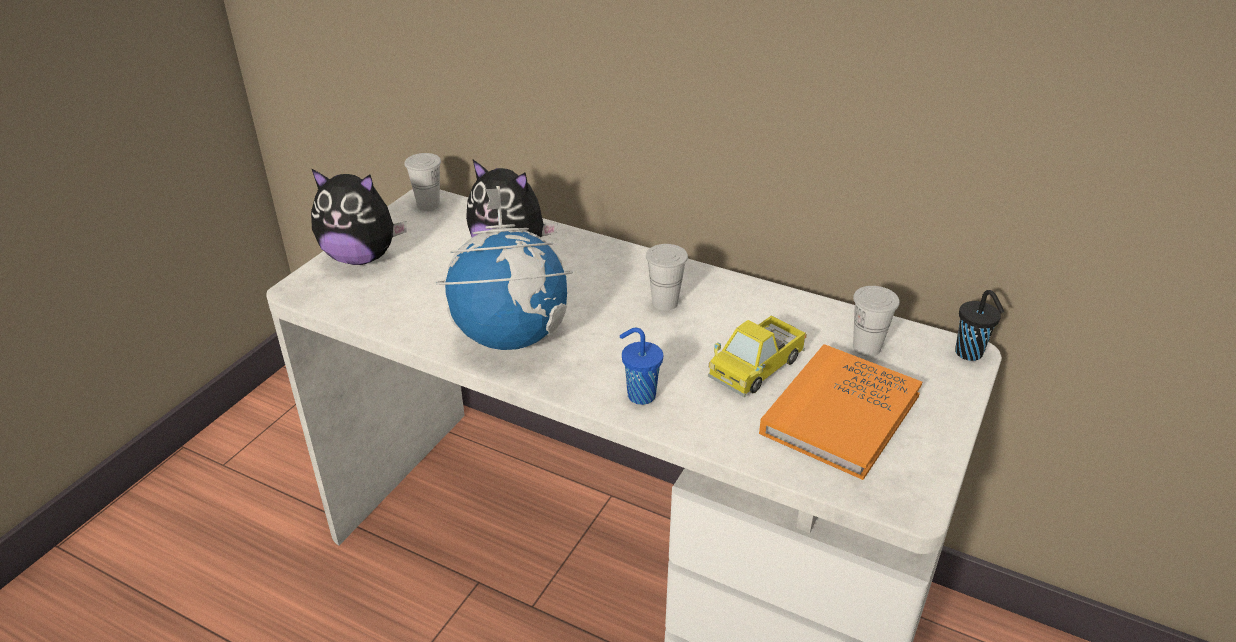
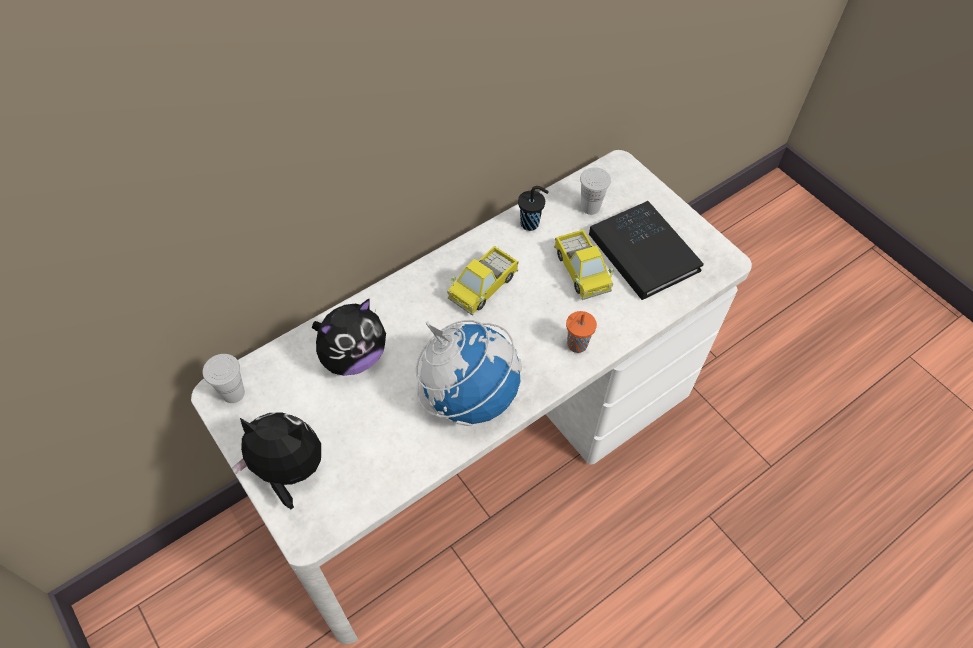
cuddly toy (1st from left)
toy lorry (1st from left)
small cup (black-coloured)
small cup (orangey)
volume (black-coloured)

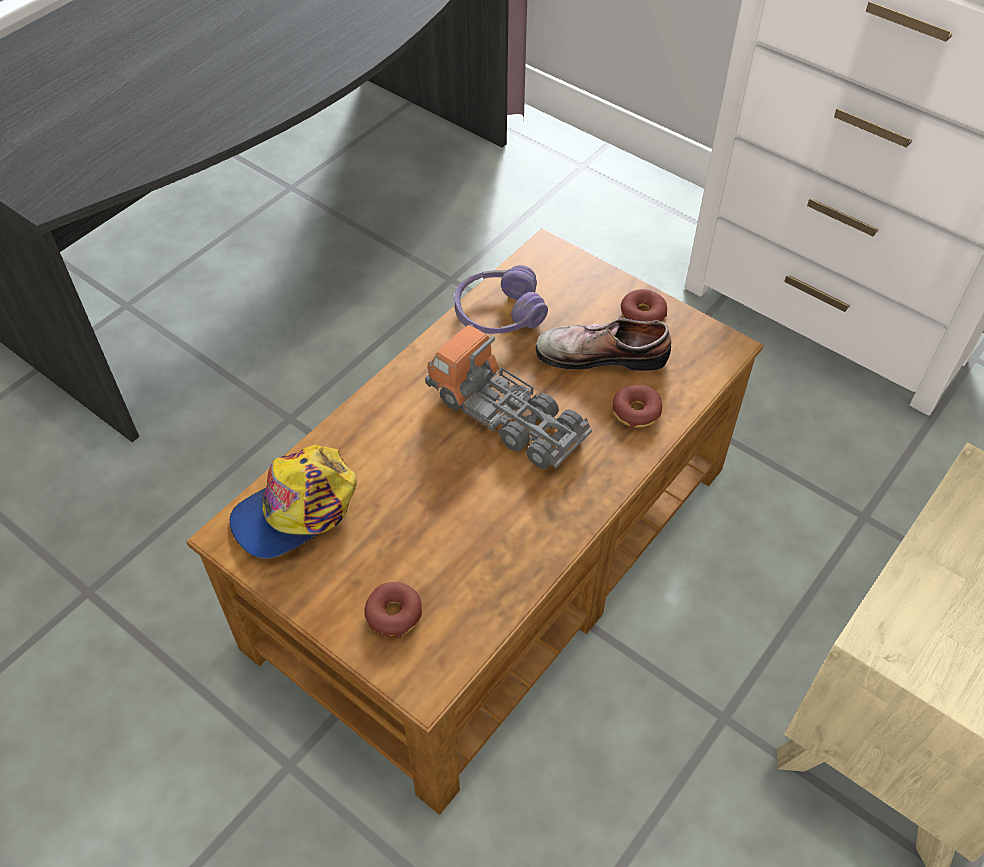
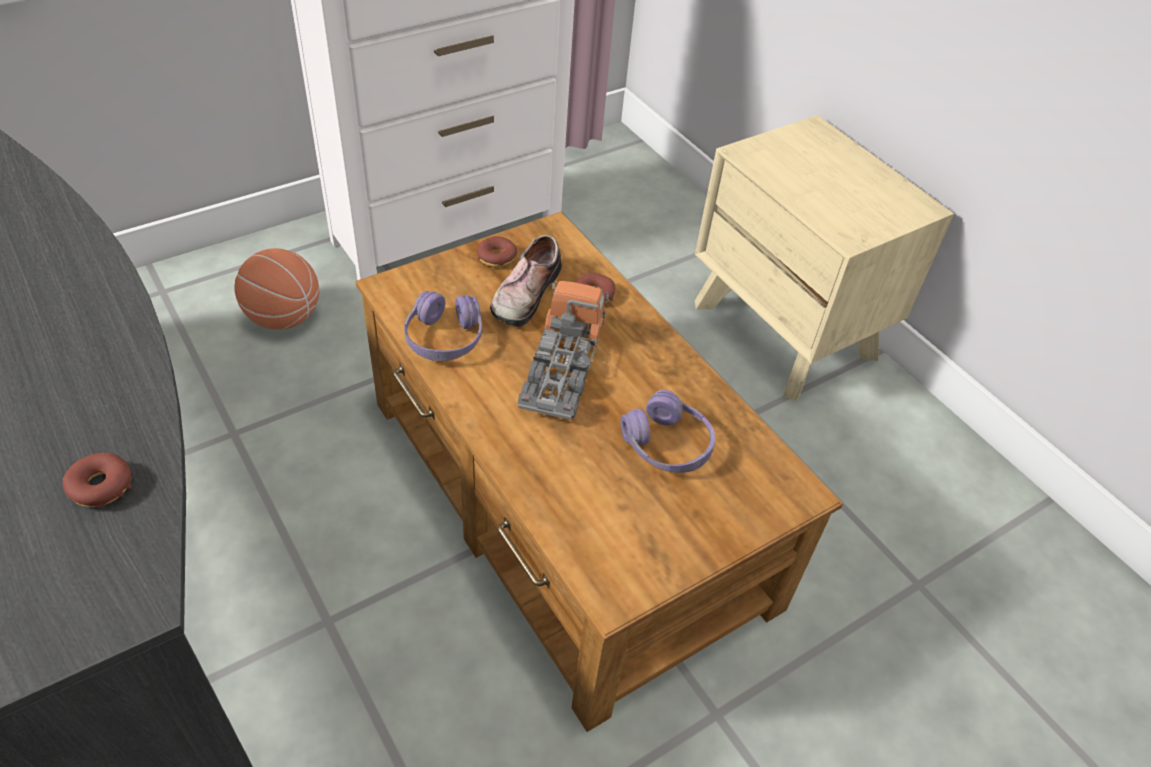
toy lorry
peaked cap
donut (1st from left)
basketball ball
headset (purplish) (2nd from left)

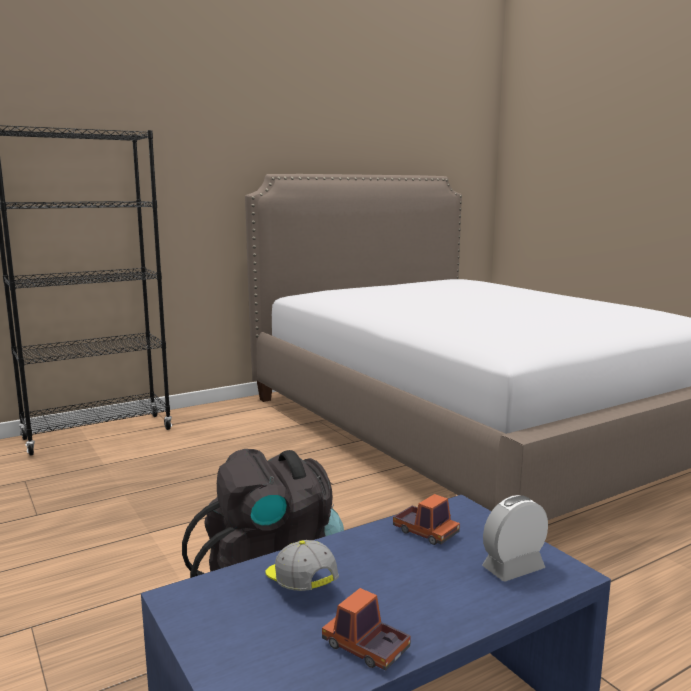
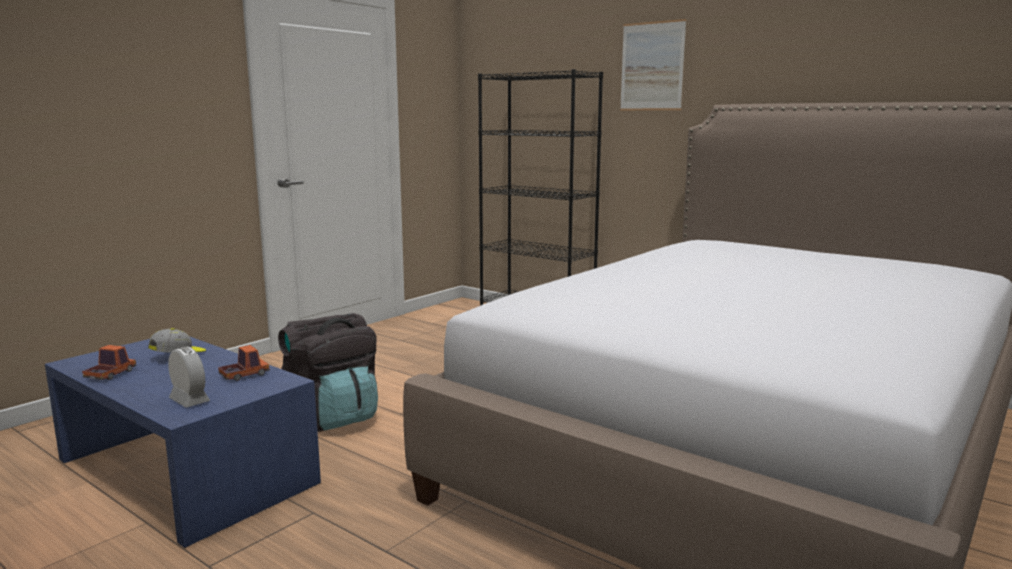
toy lorry (2nd from left)
picture

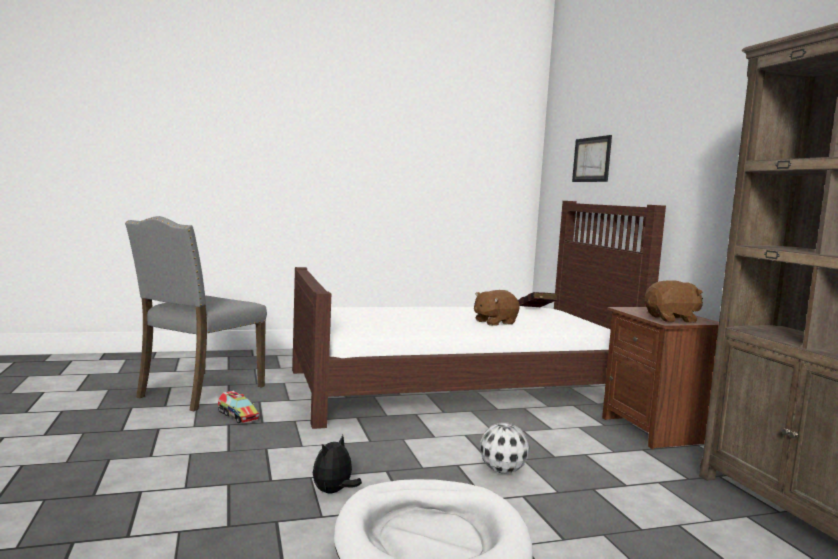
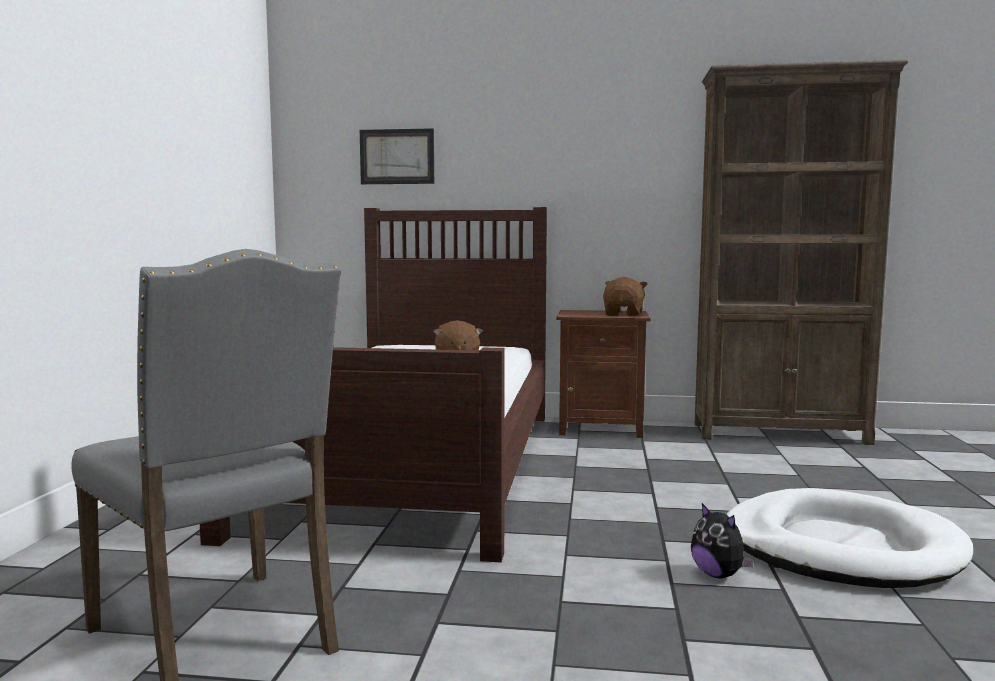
volume (red-coloured)
toy lorry
football ball

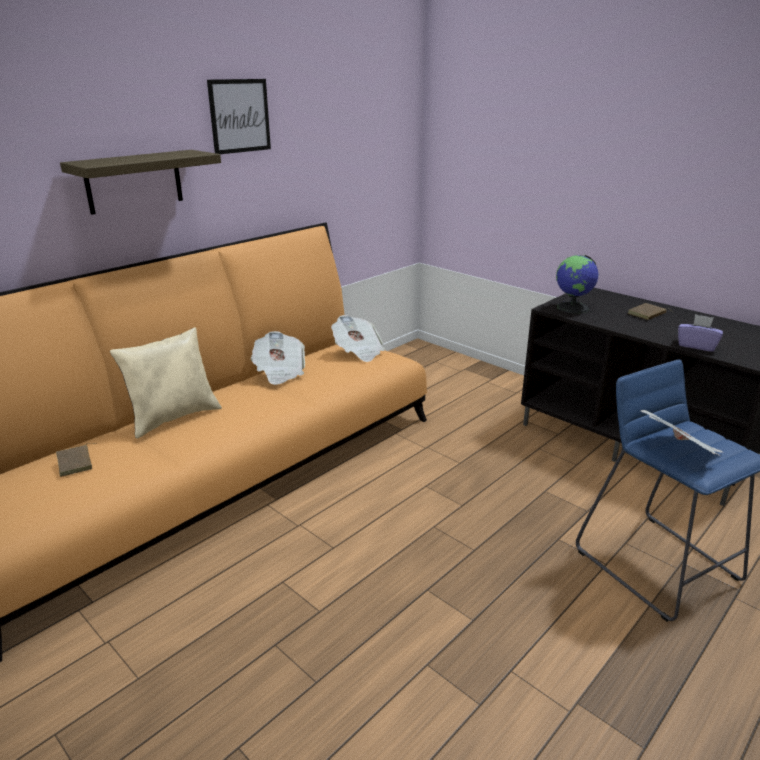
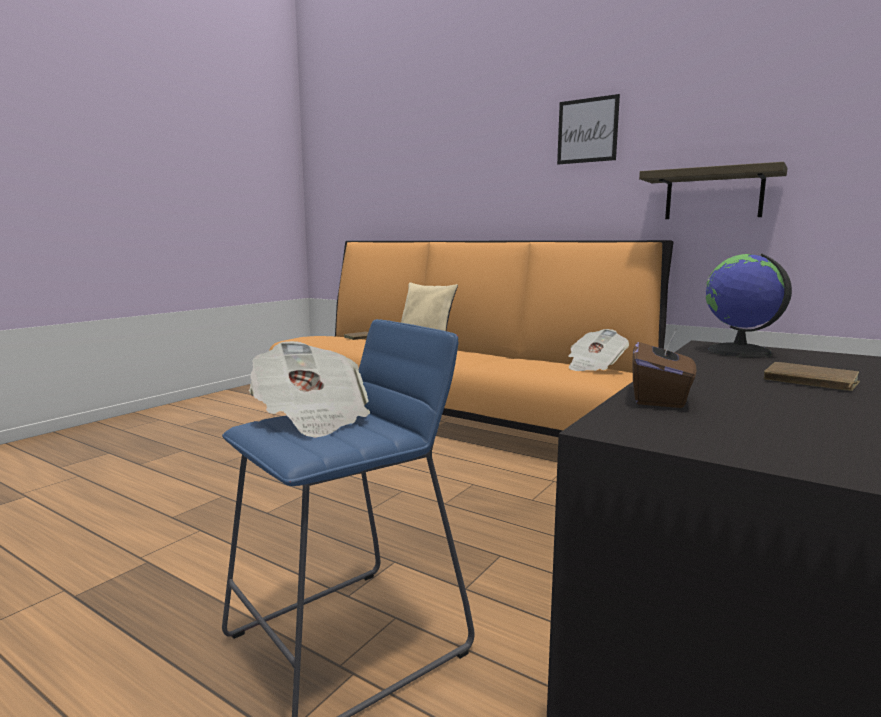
wall shelf
tissue holder (brownish)
printed paper (1st from left in the first image)

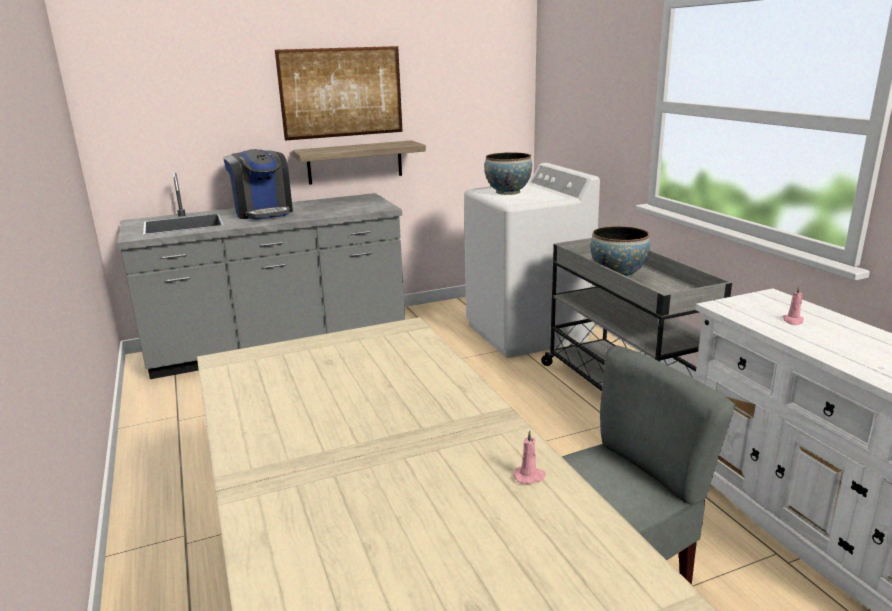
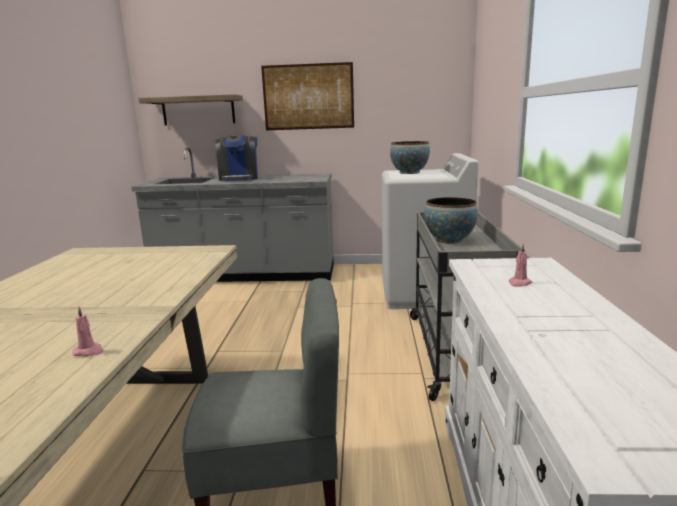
wall shelf

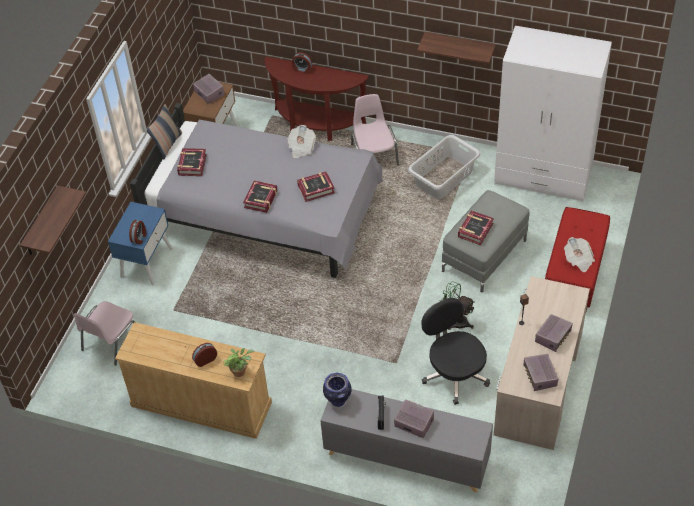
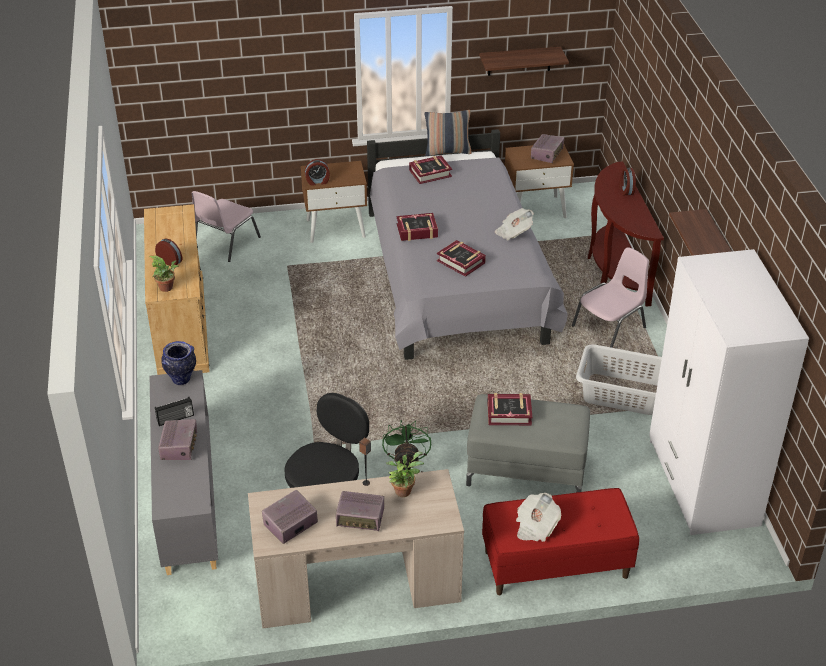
wall shelf (1st from left)
night table (brownish) (1st from left)
upright chair (pink-coloured) (1st from left)
plant in a pot (2nd from left)

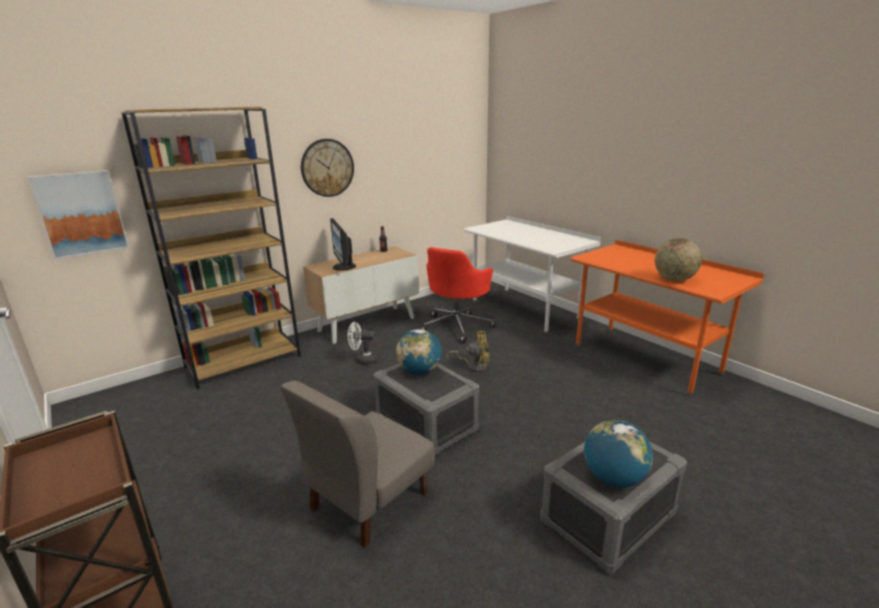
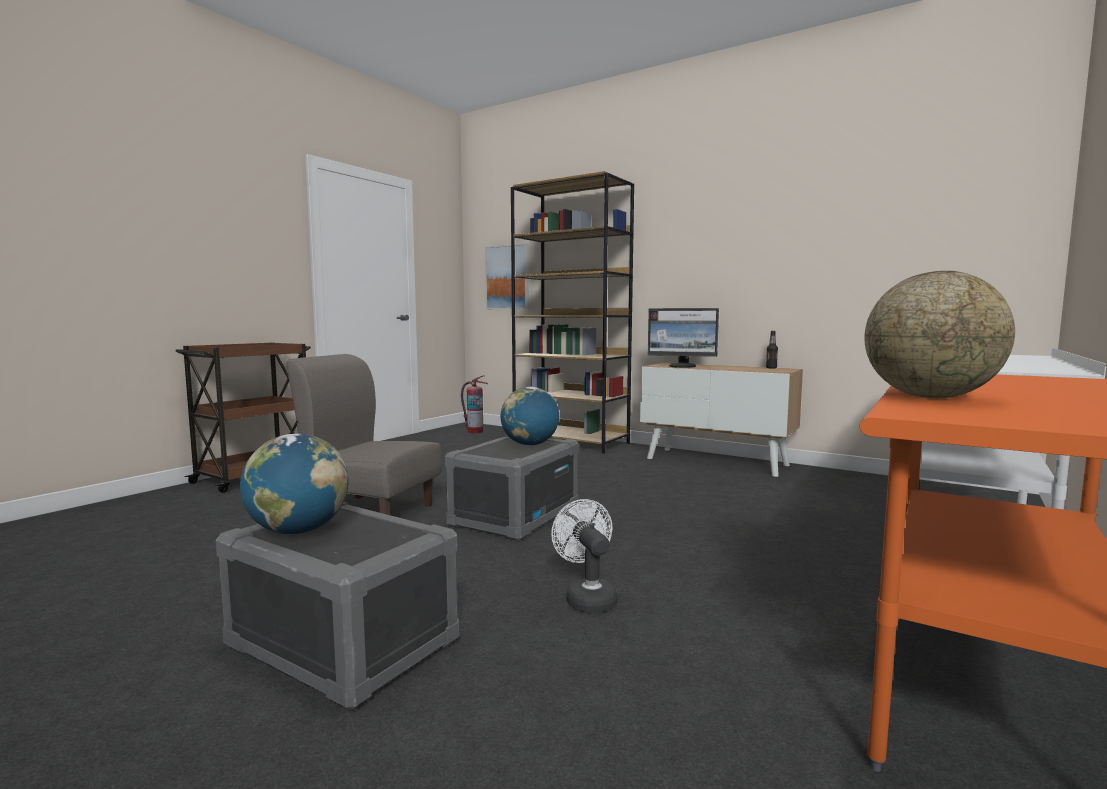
wall clock
computer screen
computer chair (red-coloured)
electric fan (white)
electric fan (yellowish)
extinguisher

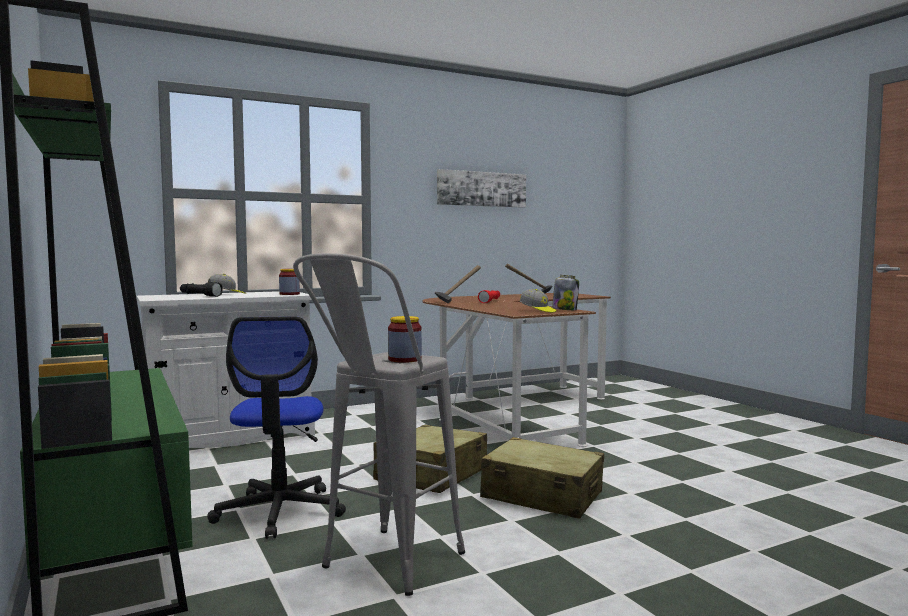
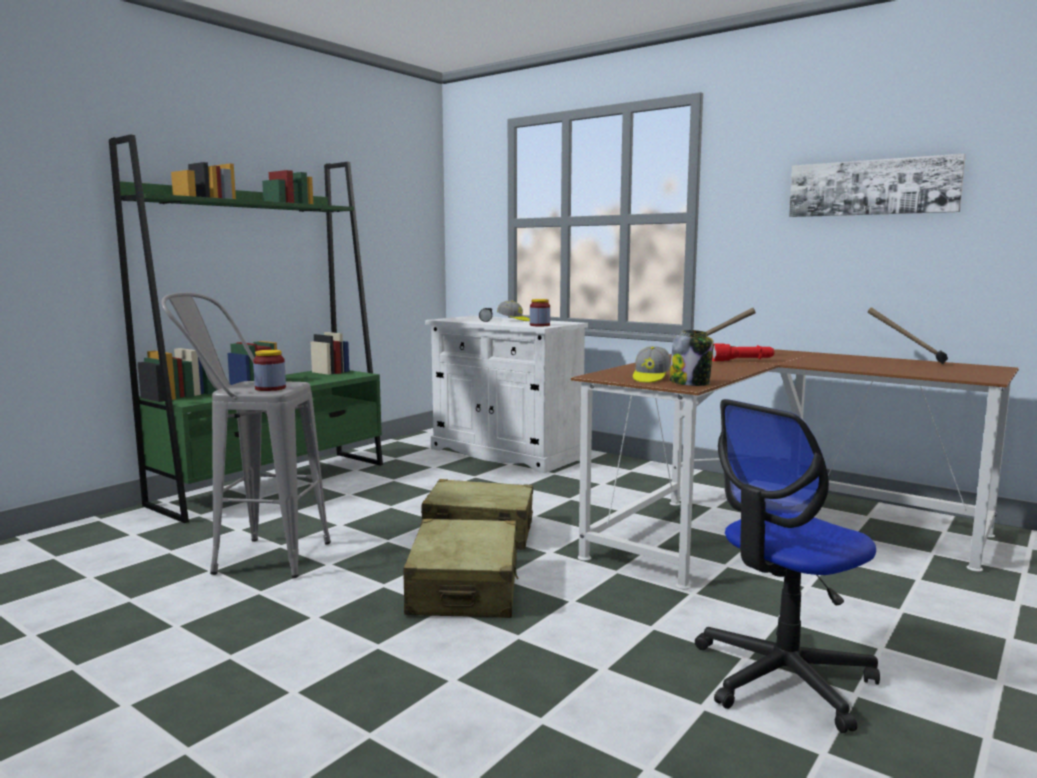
computer chair

